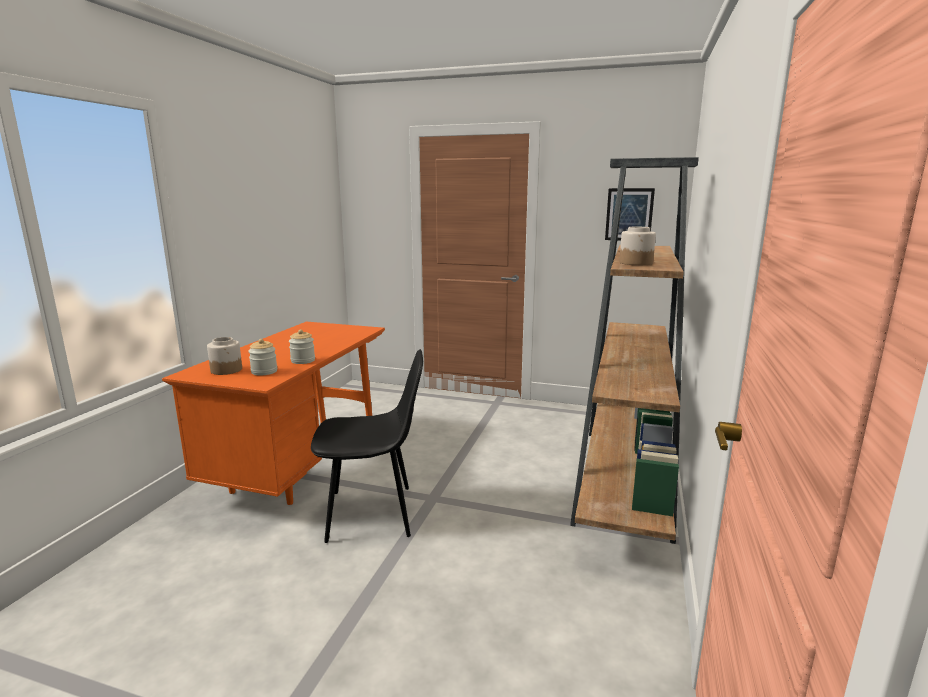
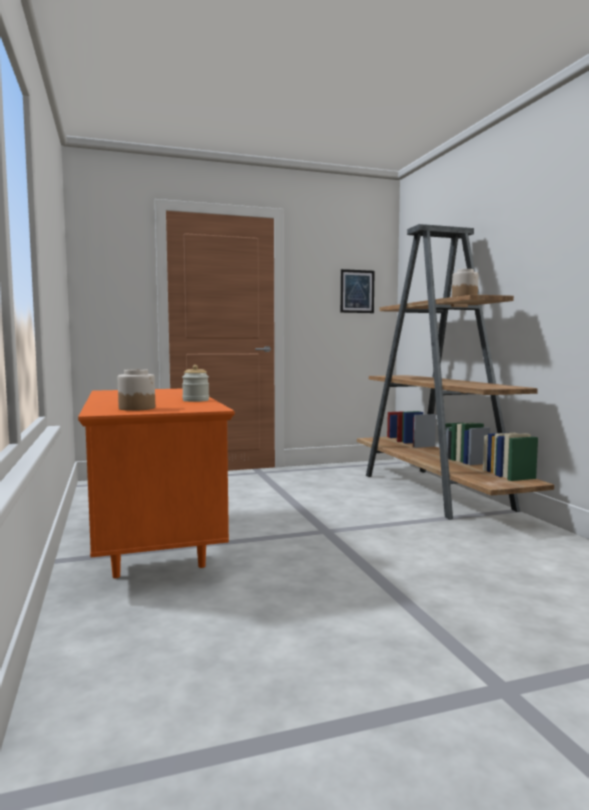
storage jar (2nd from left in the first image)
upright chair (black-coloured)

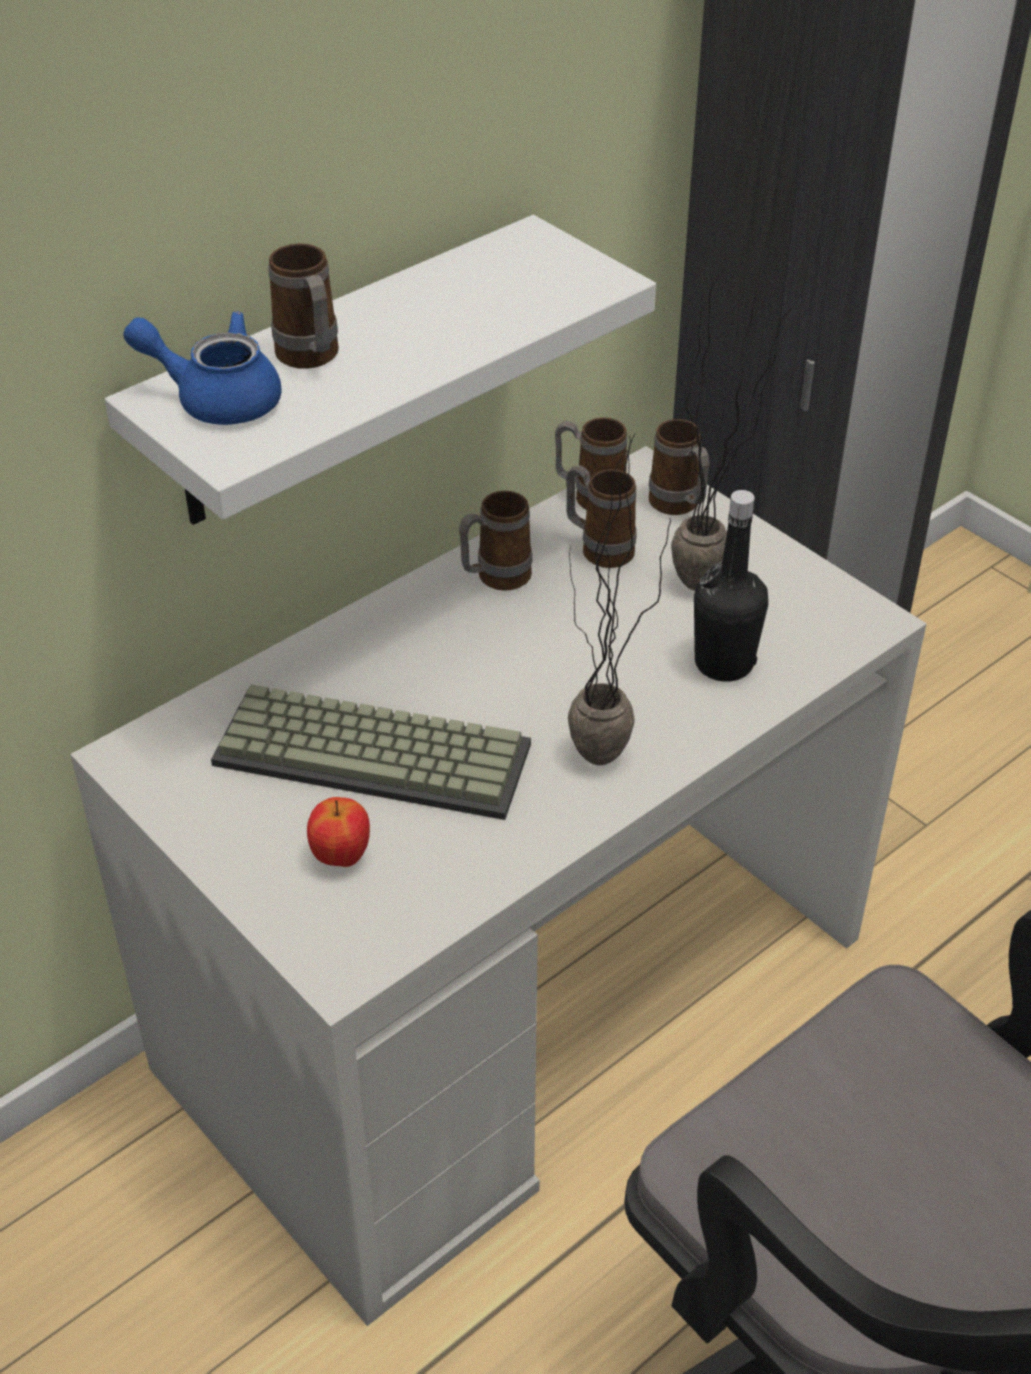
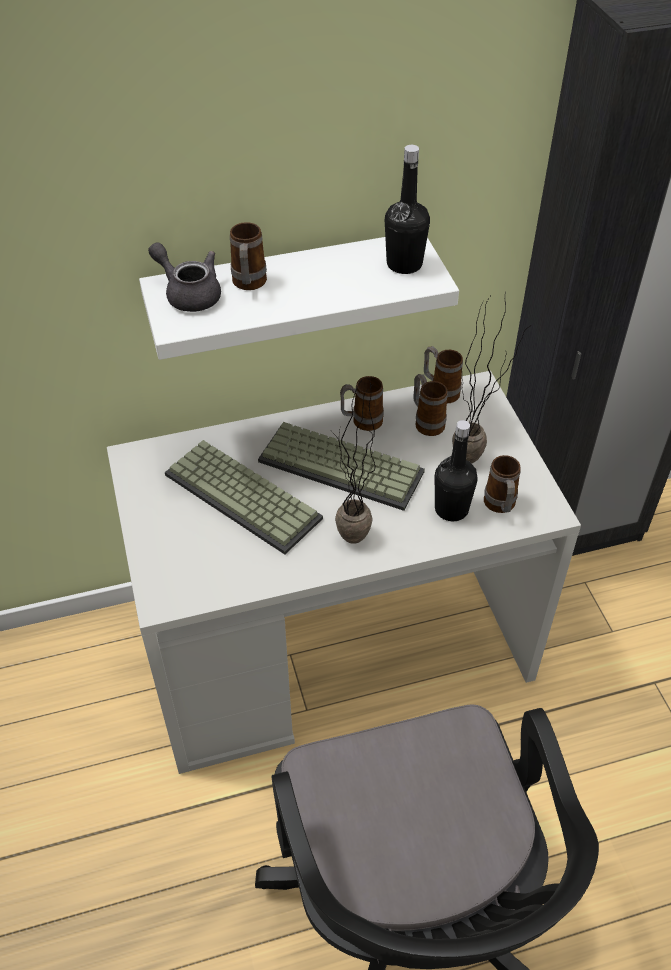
pot for tea (greyish)
tea mug (5th from left)
apple fruit
beverage bottle (black-coloured) (1st from left)
PC keyboard (2nd from left)

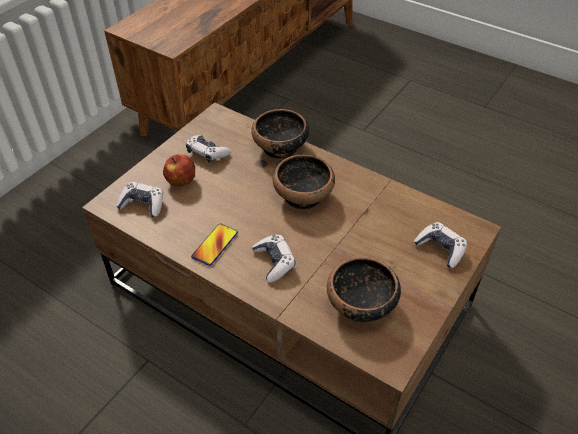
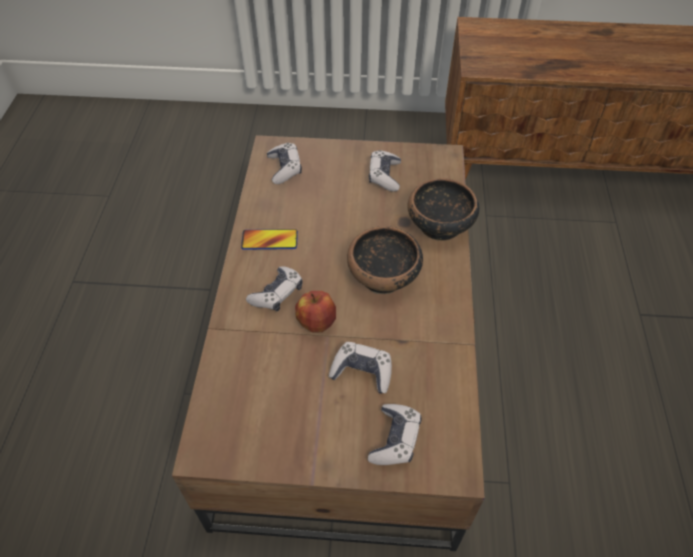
apple fruit
serving bowl (3rd from left in the first image)
gamepad (3rd from left)

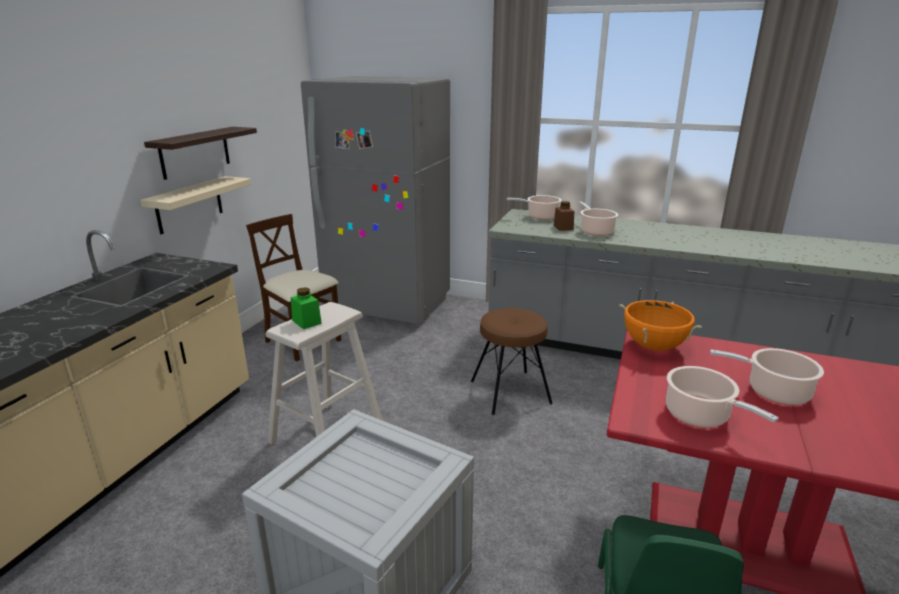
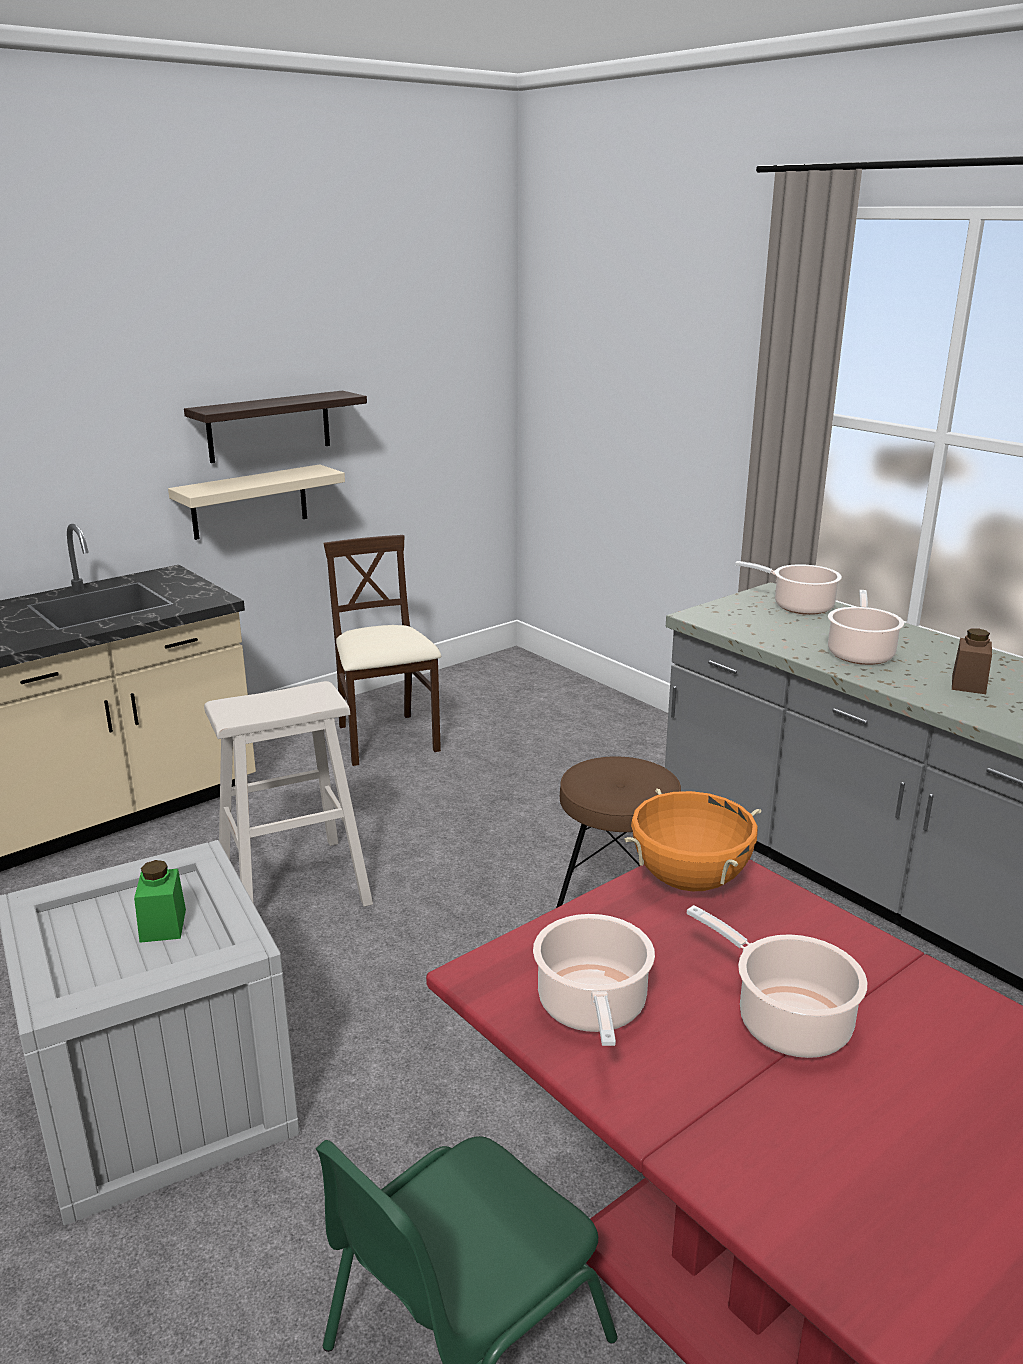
refrigerator (greyish)
storage jar (brownish)
storage jar (greenish)

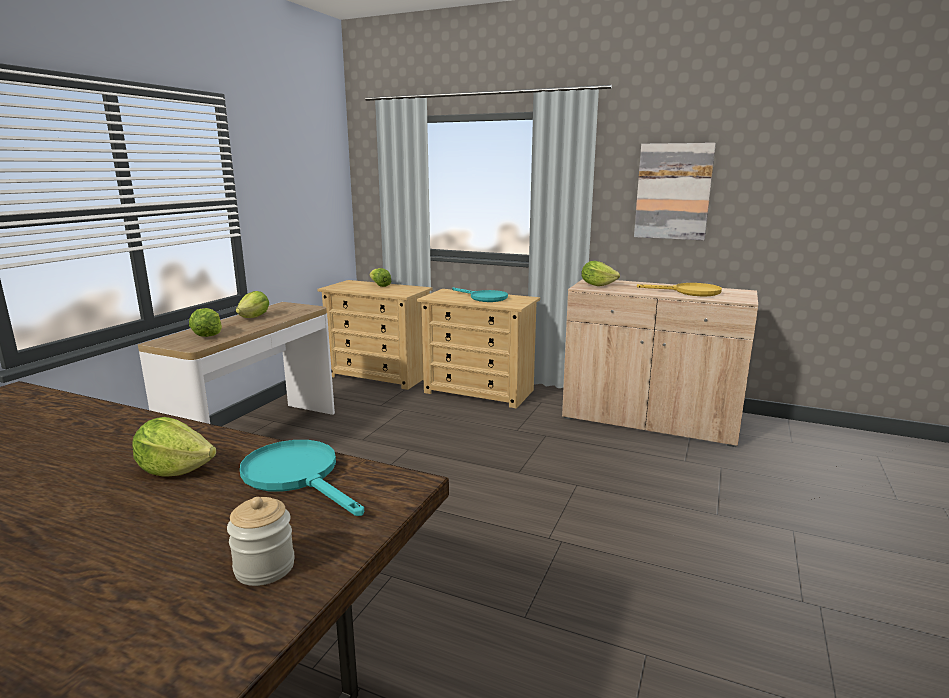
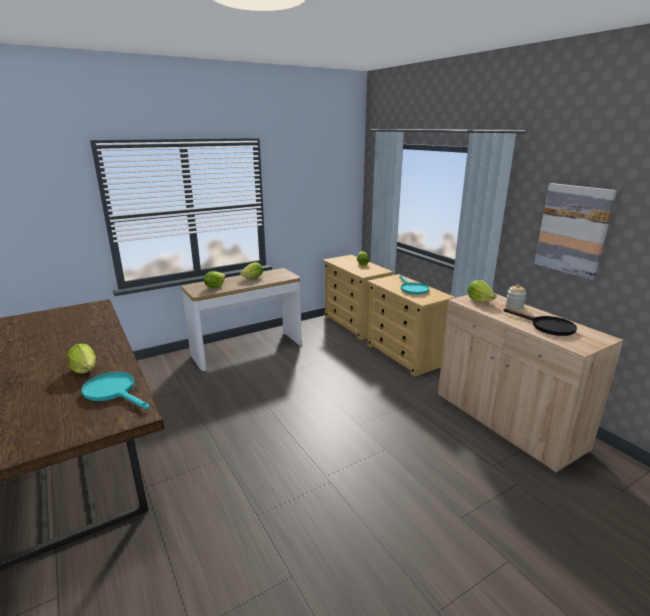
pan (black-coloured)
pan (blue-green) (1st from left)
storage jar

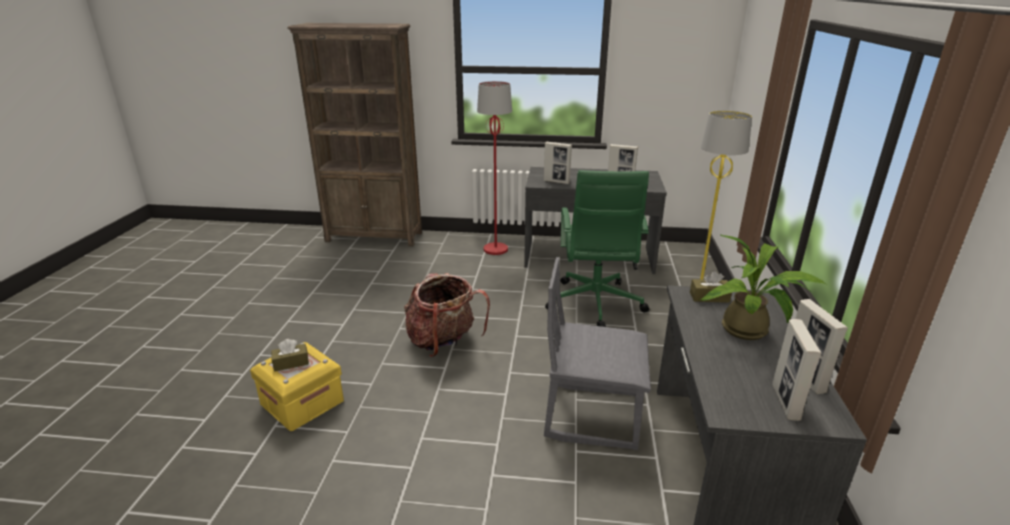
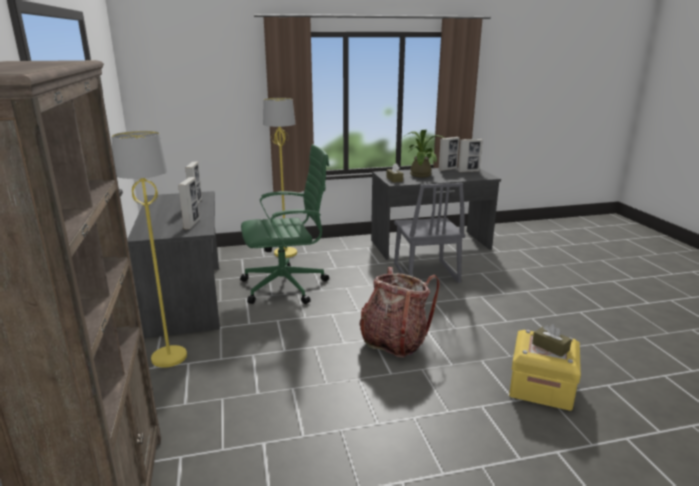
standing lamp (yellowish) (1st from left)

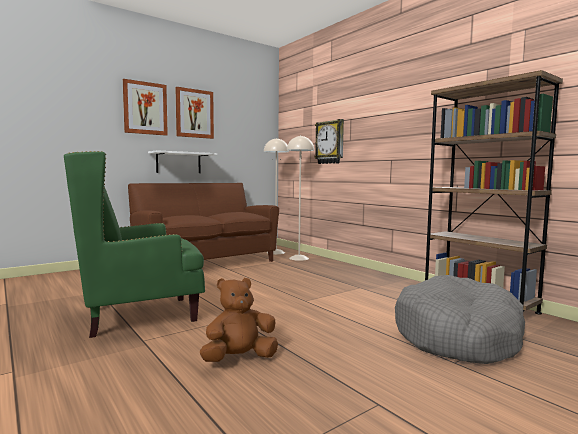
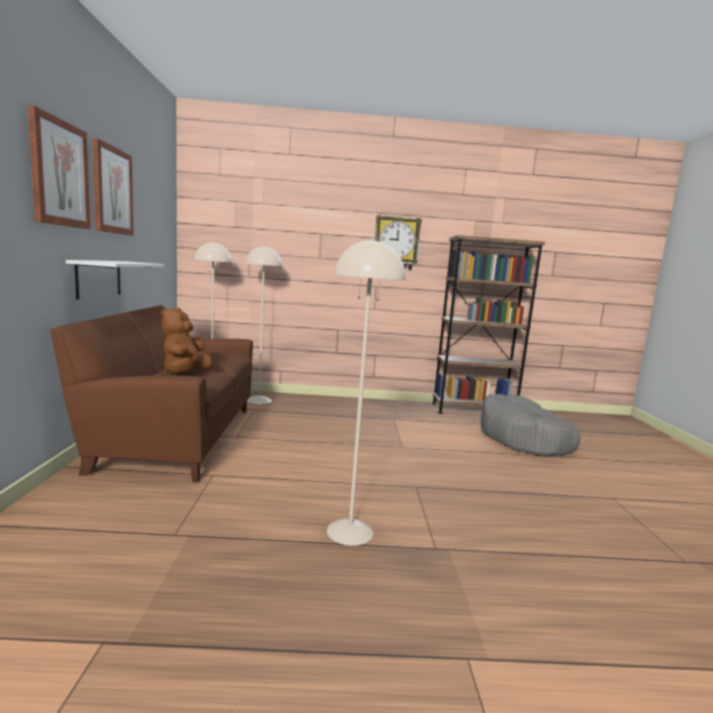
wall clock
standing lamp (beige-coloured) (3rd from left)
cuddly toy (brownish)

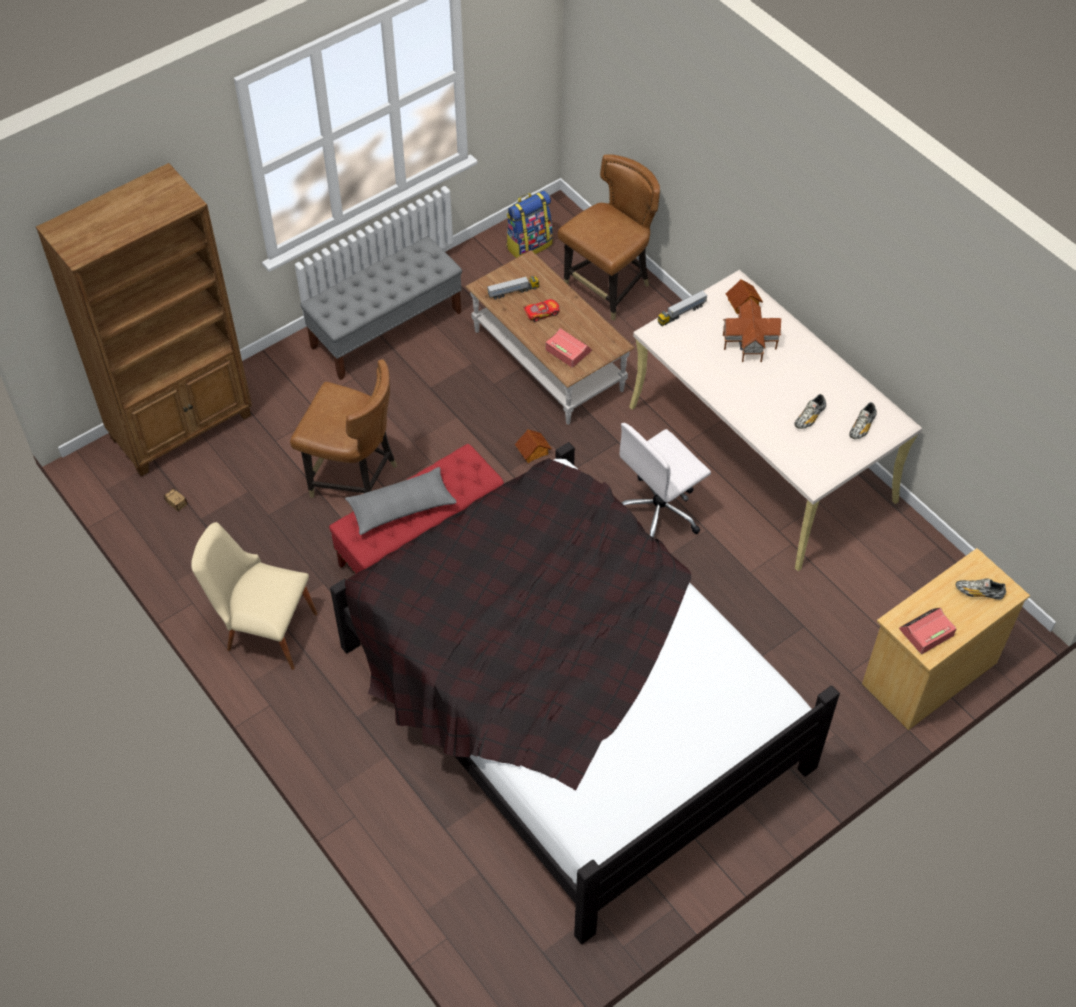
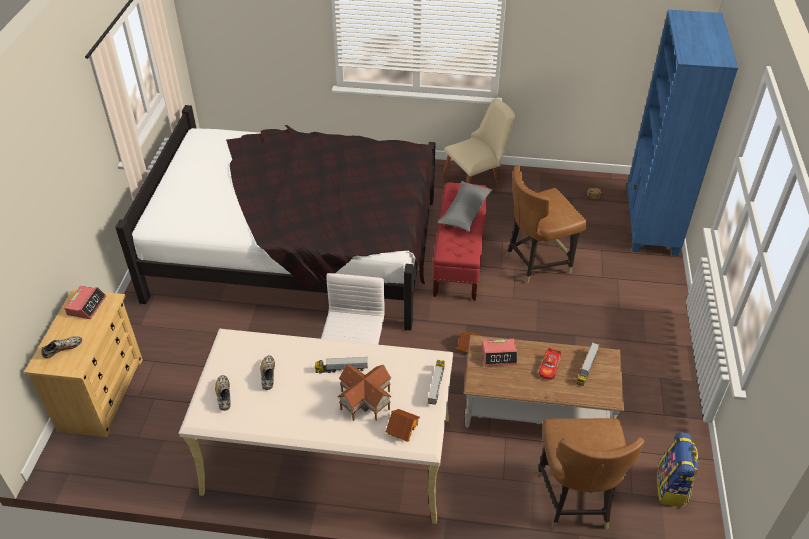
bookcase (blue-coloured)
indoor bench (greyish)
toy lorry (1st from left)

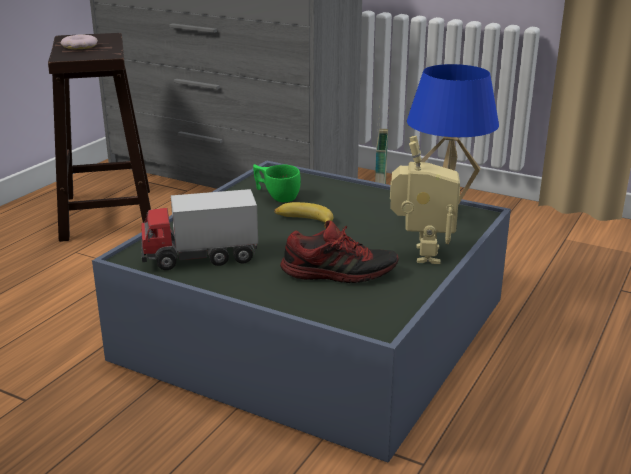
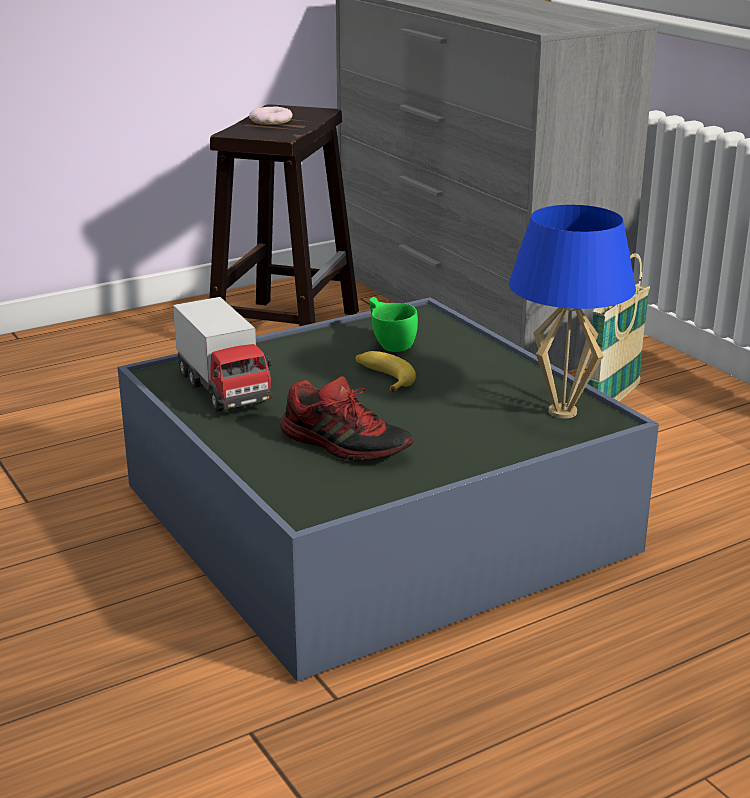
toy robot
toy lorry

